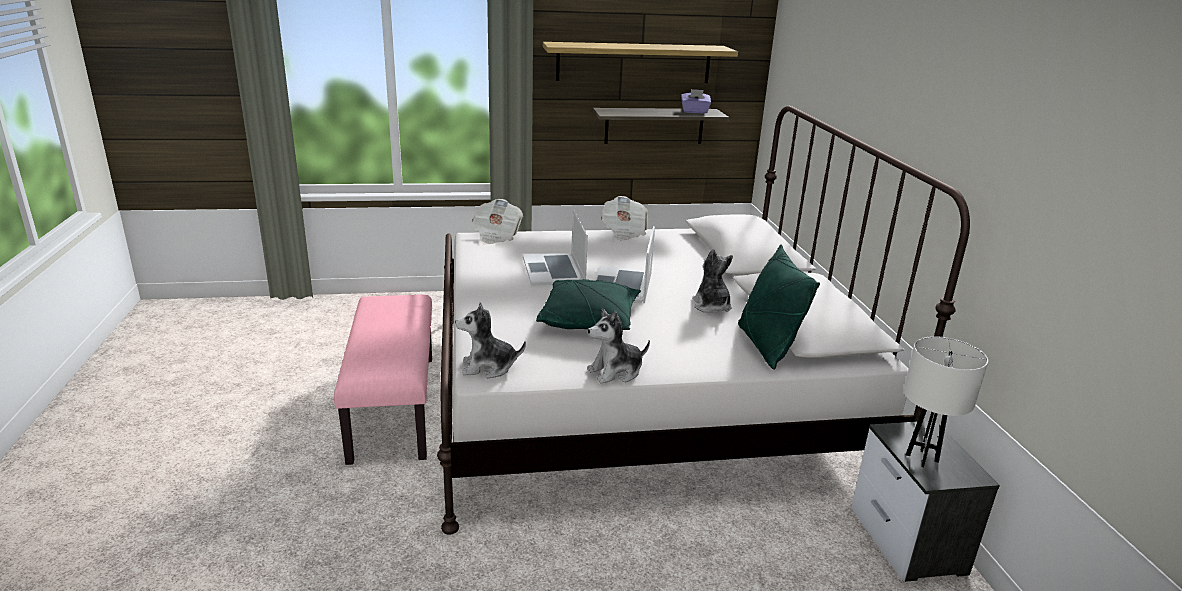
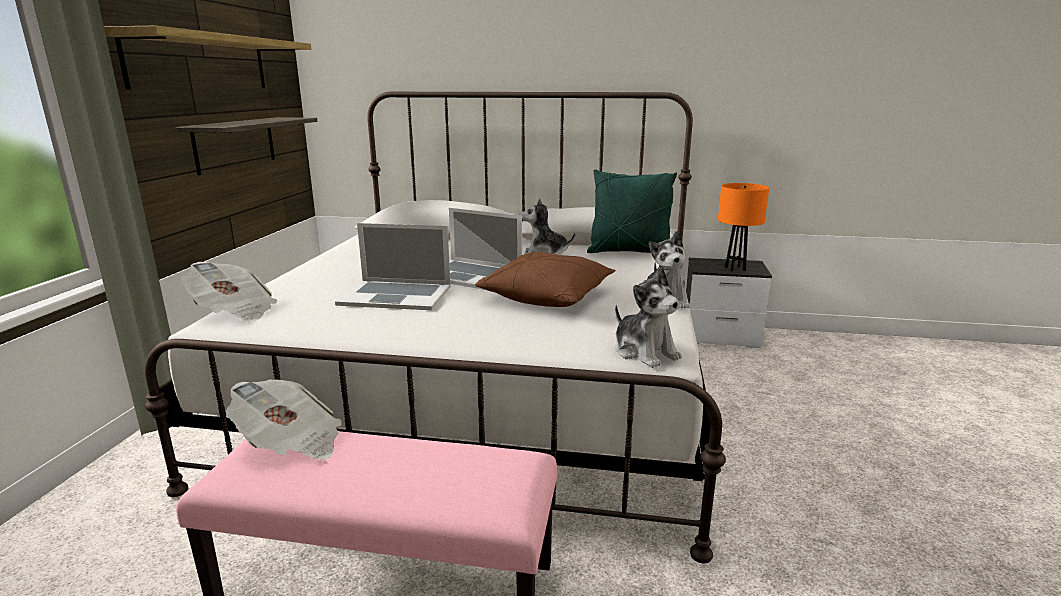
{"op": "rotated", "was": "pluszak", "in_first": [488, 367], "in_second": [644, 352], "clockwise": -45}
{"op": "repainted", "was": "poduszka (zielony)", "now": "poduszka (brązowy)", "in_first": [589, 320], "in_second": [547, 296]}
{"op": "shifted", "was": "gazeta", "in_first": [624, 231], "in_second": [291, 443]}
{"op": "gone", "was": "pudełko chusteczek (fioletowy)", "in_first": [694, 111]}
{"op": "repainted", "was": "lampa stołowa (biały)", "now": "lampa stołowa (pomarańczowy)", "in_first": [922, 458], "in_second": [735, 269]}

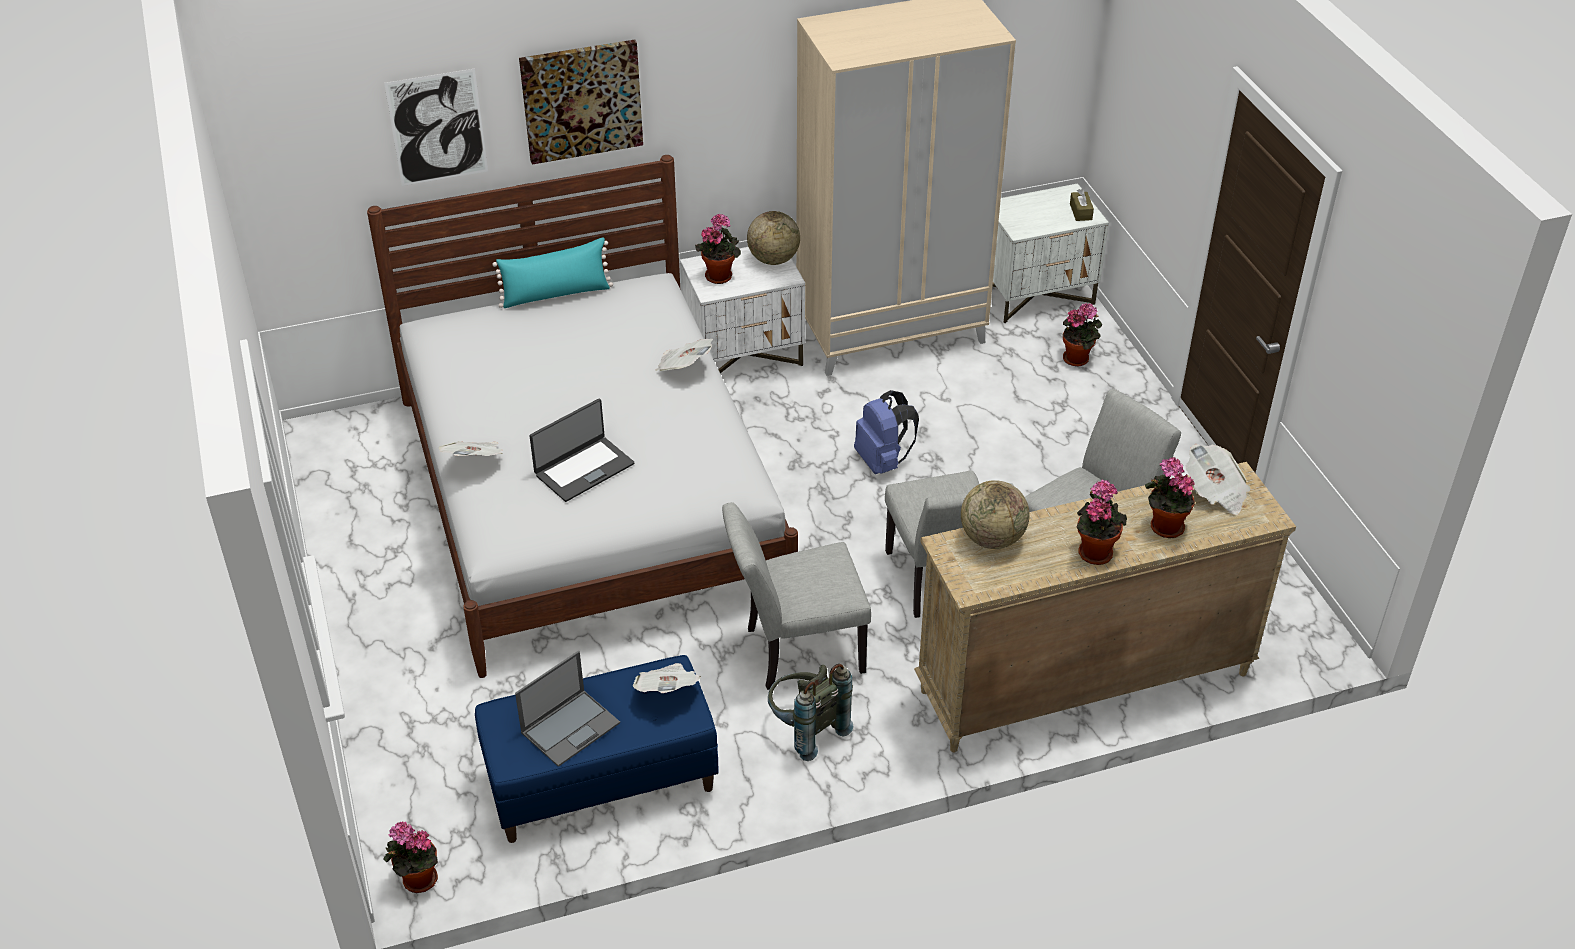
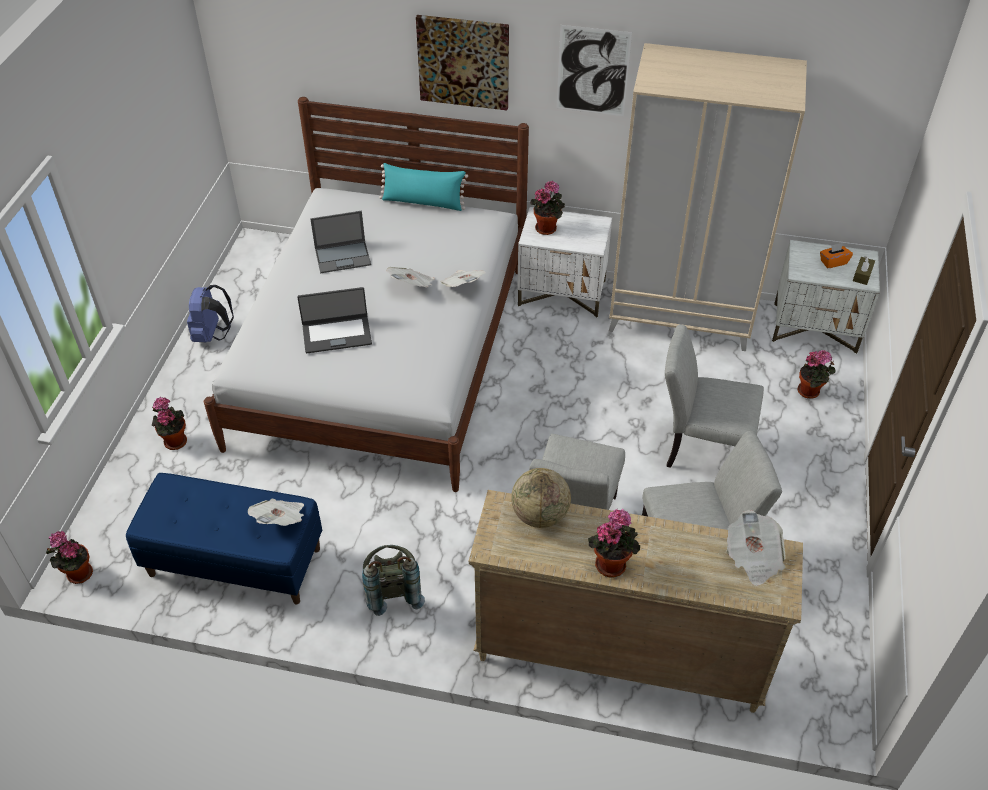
{"op": "shifted", "was": "obraz", "in_first": [437, 128], "in_second": [592, 71]}
{"op": "shifted", "was": "gazeta", "in_first": [475, 461], "in_second": [412, 286]}
{"op": "shifted", "was": "laptop", "in_first": [571, 727], "in_second": [343, 257]}
{"op": "shifted", "was": "krzesło (szary)", "in_first": [795, 651], "in_second": [700, 449]}
{"op": "gone", "was": "globus", "in_first": [773, 259]}
{"op": "shifted", "was": "plecak (niebieski)", "in_first": [883, 461], "in_second": [212, 335]}
{"op": "shifted", "was": "roślina doniczkowa", "in_first": [1163, 527], "in_second": [174, 440]}
{"op": "new", "now": "pudełko chusteczek (pomarańczowy)", "in_second": [833, 262]}

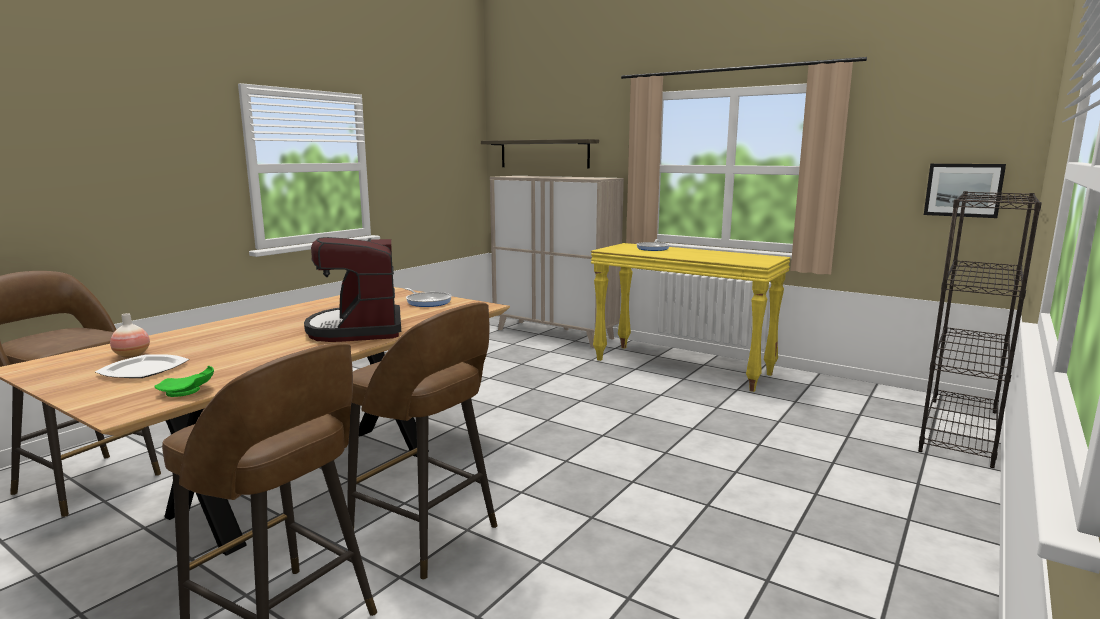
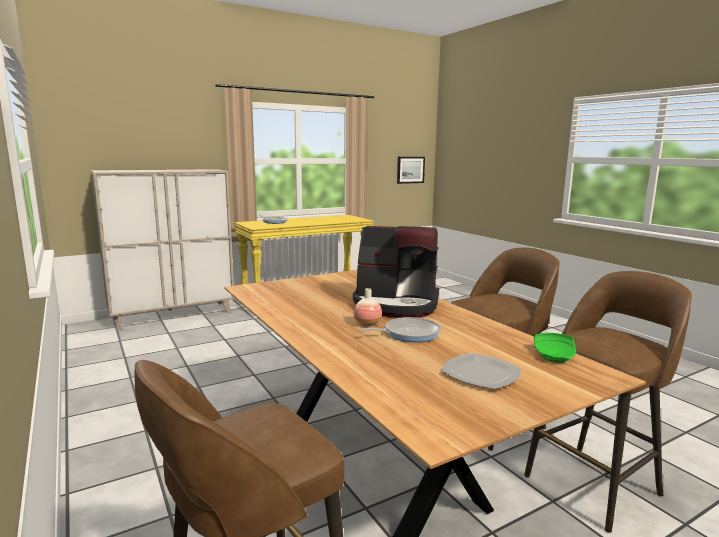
{"op": "shifted", "was": "wazon", "in_first": [132, 355], "in_second": [367, 324]}
{"op": "shifted", "was": "patelnia", "in_first": [427, 302], "in_second": [408, 333]}
{"op": "gone", "was": "półka", "in_first": [544, 154]}
{"op": "gone", "was": "regał (czarny)", "in_first": [960, 431]}

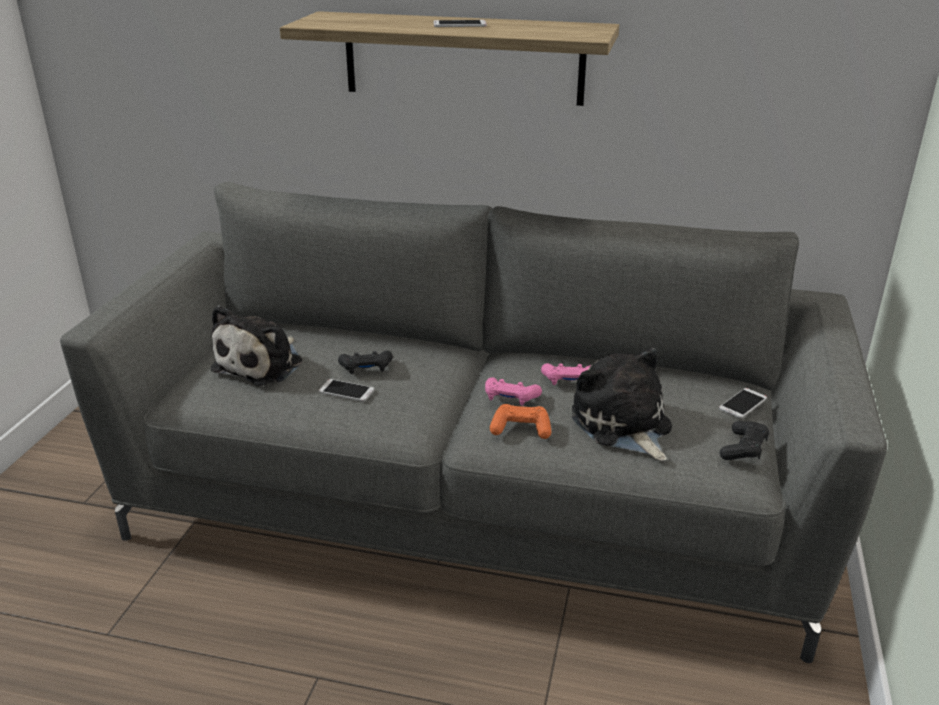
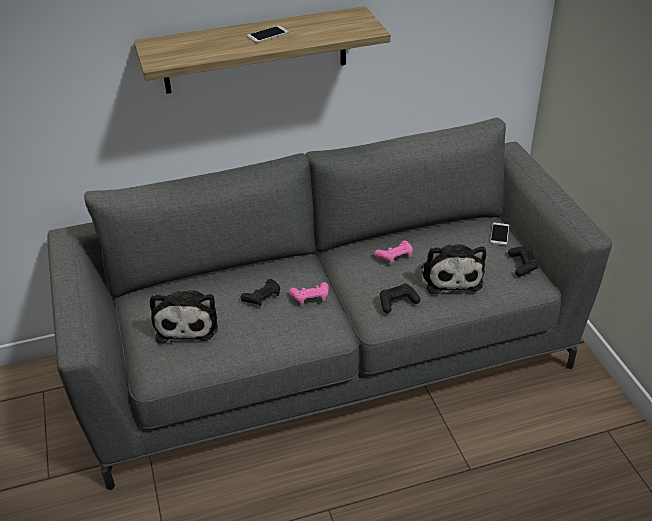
{"op": "gone", "was": "telefon", "in_first": [346, 391]}
{"op": "shifted", "was": "pad do gier (różowy)", "in_first": [510, 398], "in_second": [310, 297]}
{"op": "repainted", "was": "pad do gier (pomarańczowy)", "now": "pad do gier (czarny)", "in_first": [521, 429], "in_second": [397, 302]}
{"op": "rotated", "was": "pluszak", "in_first": [623, 425], "in_second": [450, 275], "clockwise": -135}

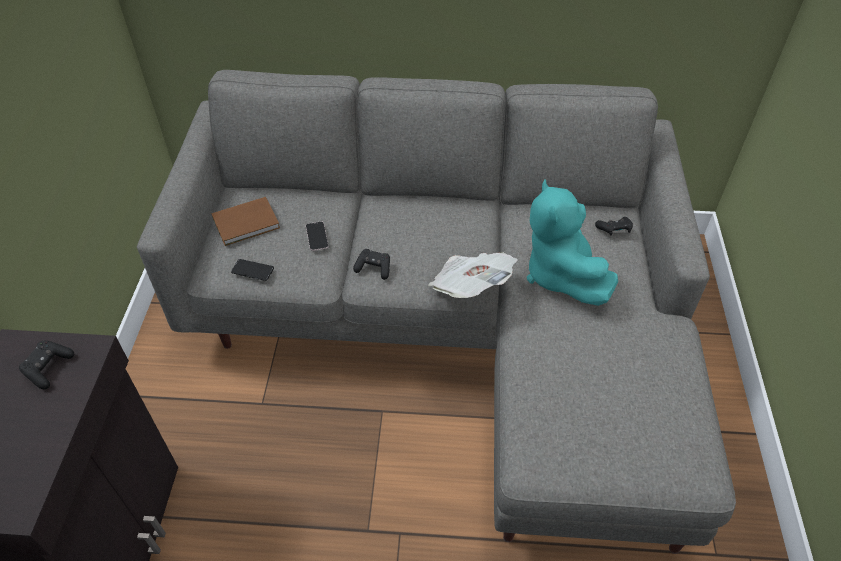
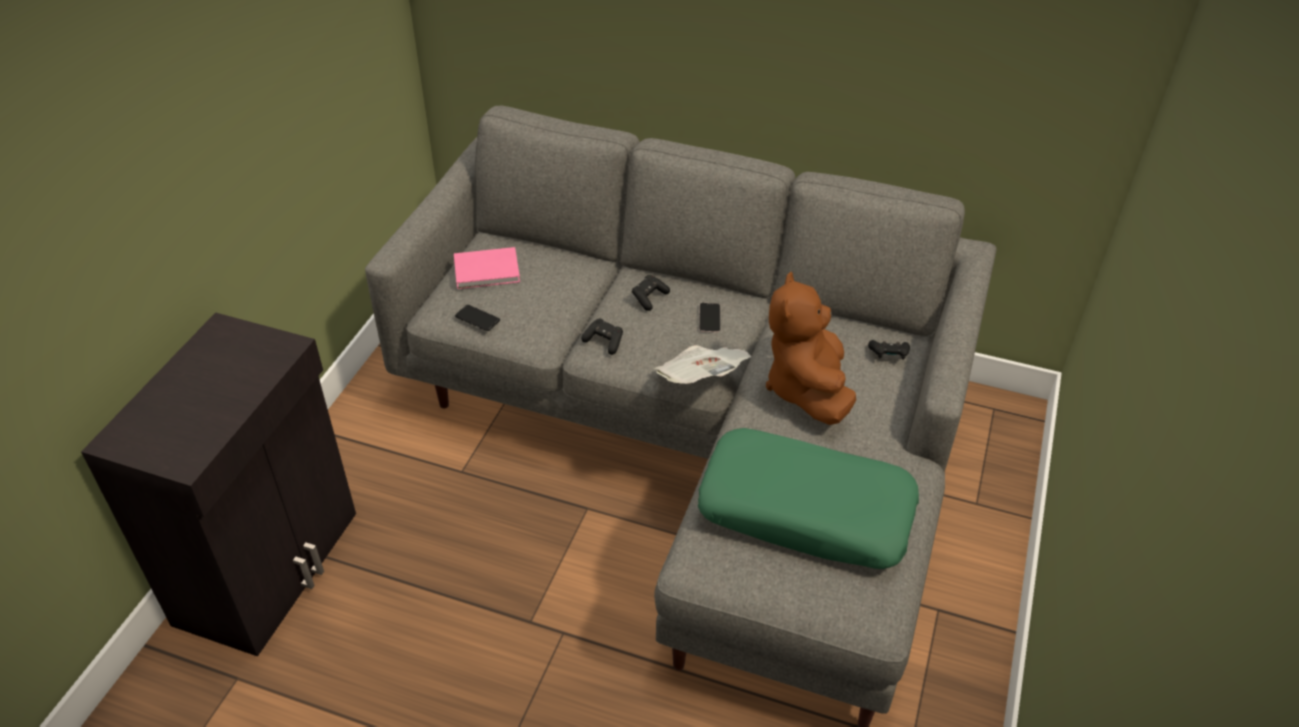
{"op": "shifted", "was": "pad do gier (czarny)", "in_first": [48, 368], "in_second": [649, 298]}
{"op": "repainted", "was": "książka (brązowy)", "now": "książka (różowy)", "in_first": [248, 223], "in_second": [488, 271]}
{"op": "shifted", "was": "telefon", "in_first": [317, 236], "in_second": [709, 318]}
{"op": "repainted", "was": "pluszak (turkusowy)", "now": "pluszak (brązowy)", "in_first": [560, 275], "in_second": [806, 389]}
{"op": "new", "now": "poduszka (zielony)", "in_second": [806, 511]}

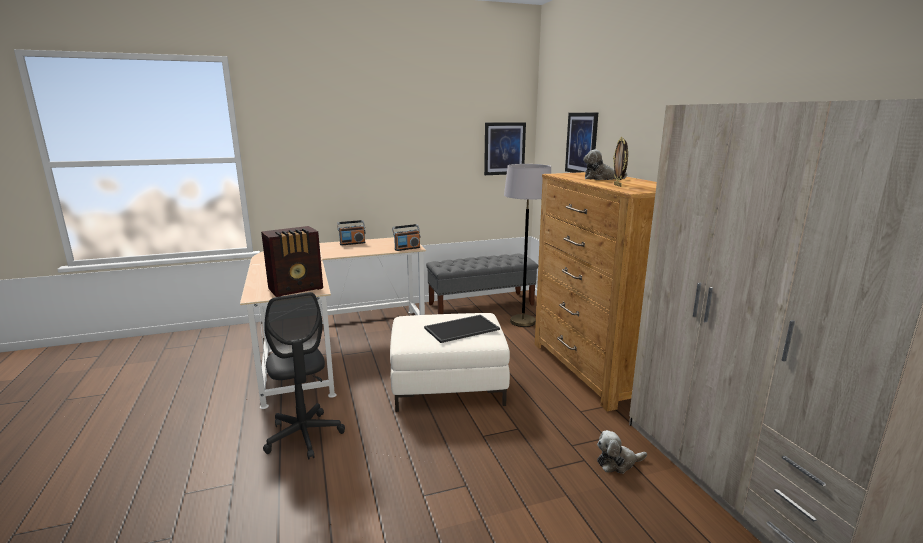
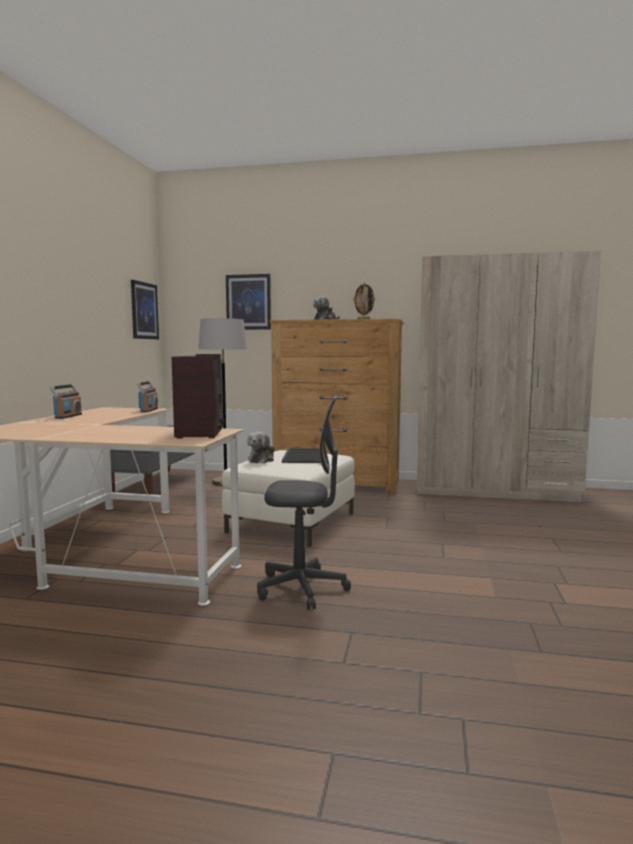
{"op": "shifted", "was": "pluszak", "in_first": [617, 462], "in_second": [262, 460]}

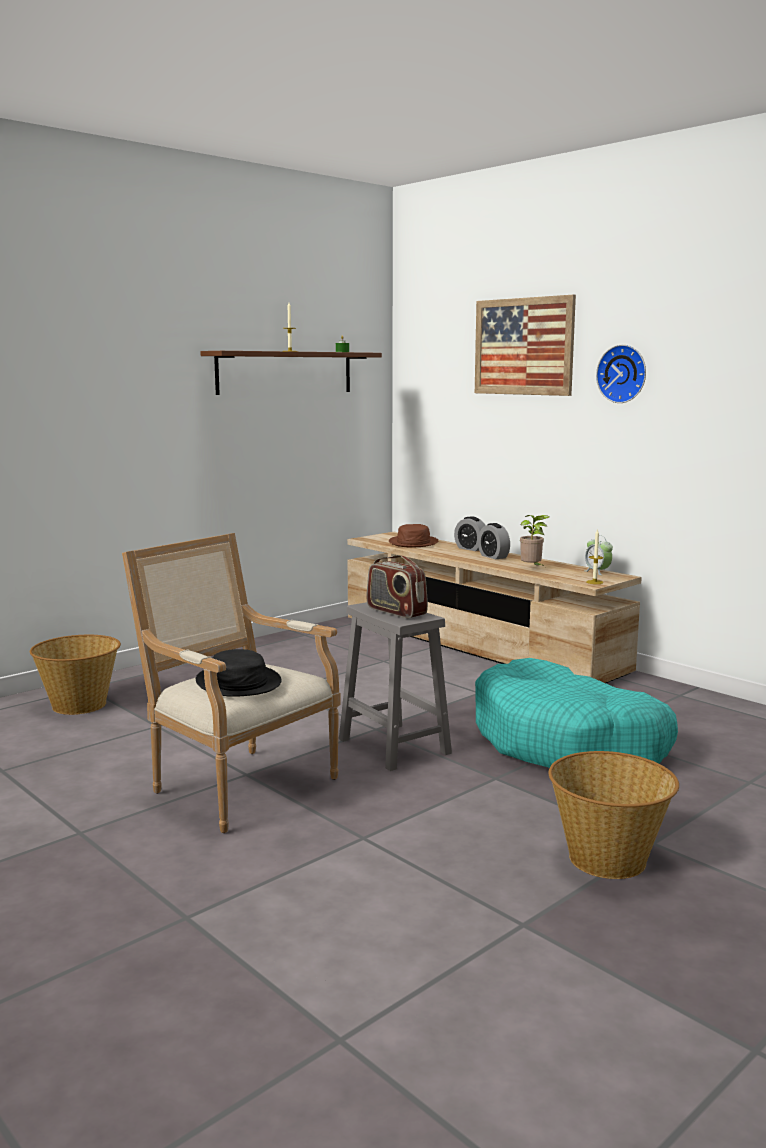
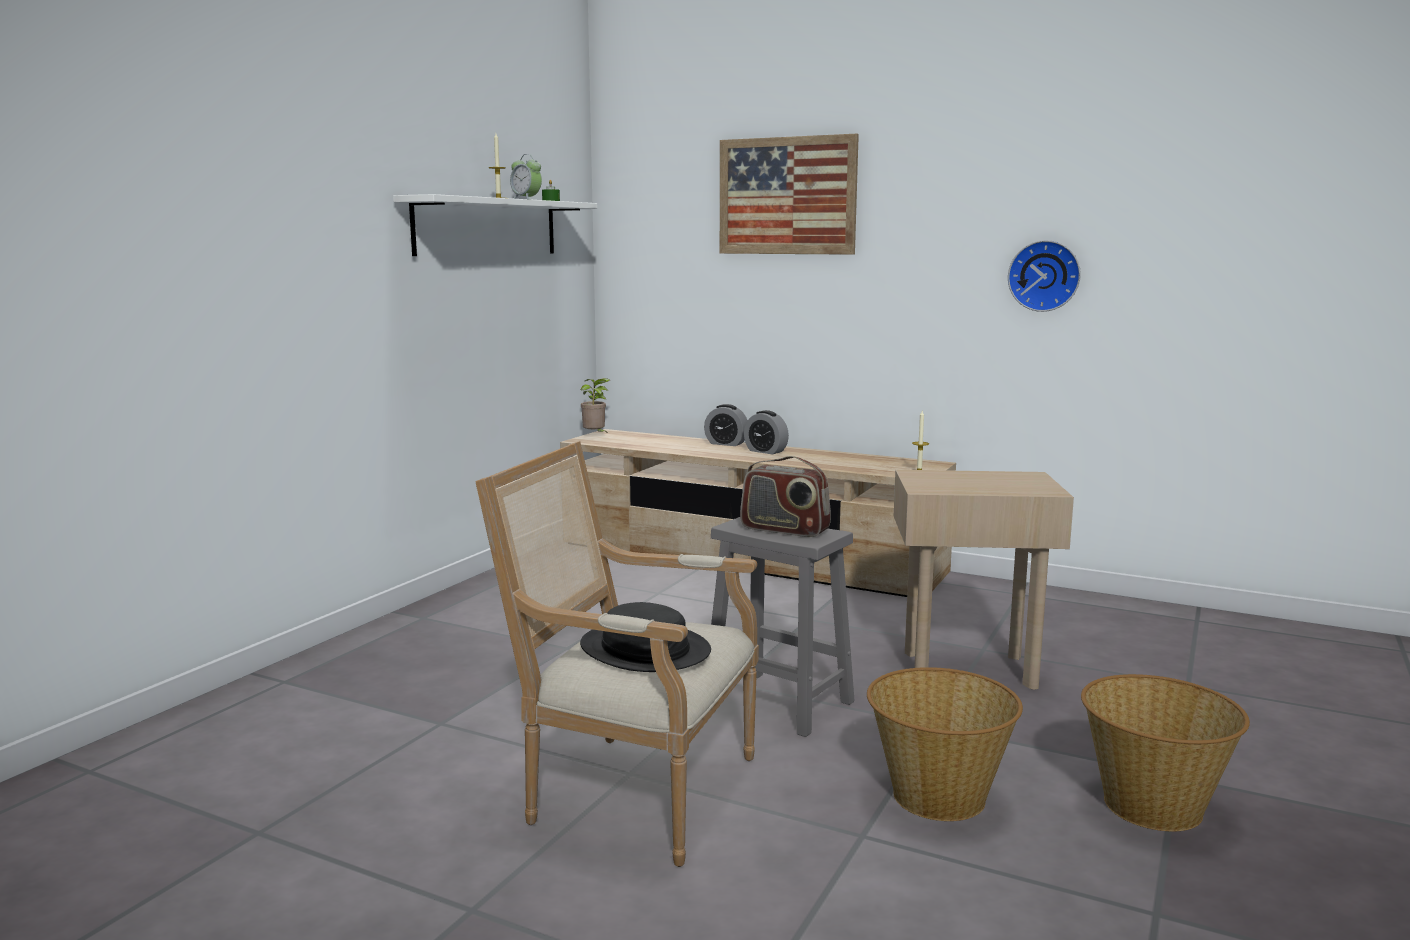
{"op": "shifted", "was": "koszyk", "in_first": [80, 705], "in_second": [938, 795]}
{"op": "repainted", "was": "półka (brązowy)", "now": "półka (biały)", "in_first": [285, 372], "in_second": [487, 227]}
{"op": "gone", "was": "kapelusz (brązowy)", "in_first": [413, 542]}
{"op": "swapped", "was": "legowisko (turkusowy)", "now": "stolik (beżowy)", "in_first": [568, 744], "in_second": [968, 668]}
{"op": "shifted", "was": "roślina doniczkowa", "in_first": [532, 568], "in_second": [595, 436]}
{"op": "shifted", "was": "budzik", "in_first": [597, 572], "in_second": [526, 199]}
{"op": "shifted", "was": "zegar ścienny", "in_first": [623, 374], "in_second": [1044, 276]}

